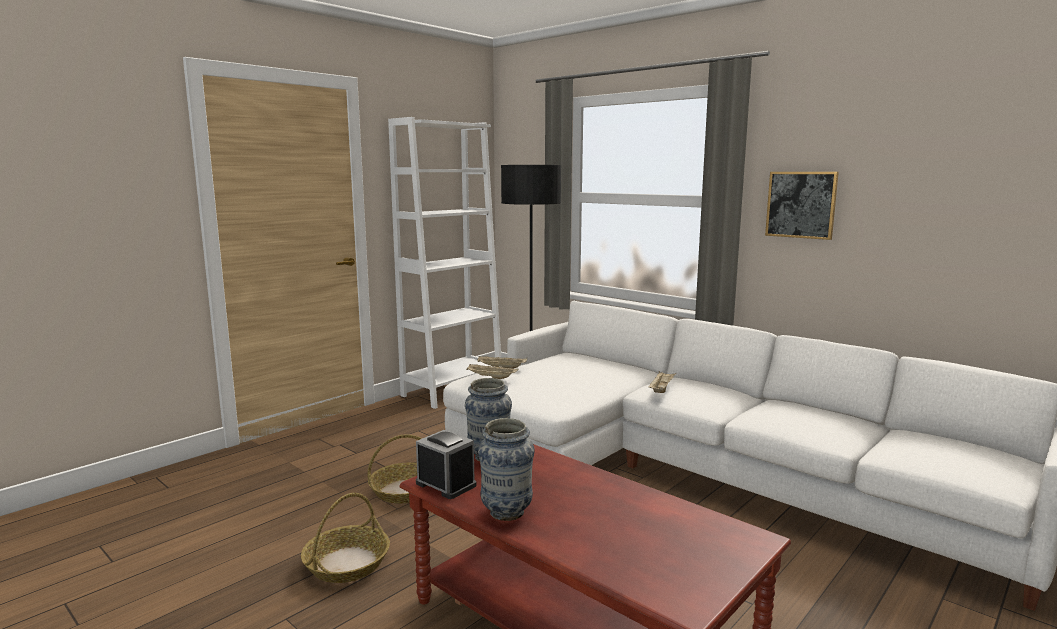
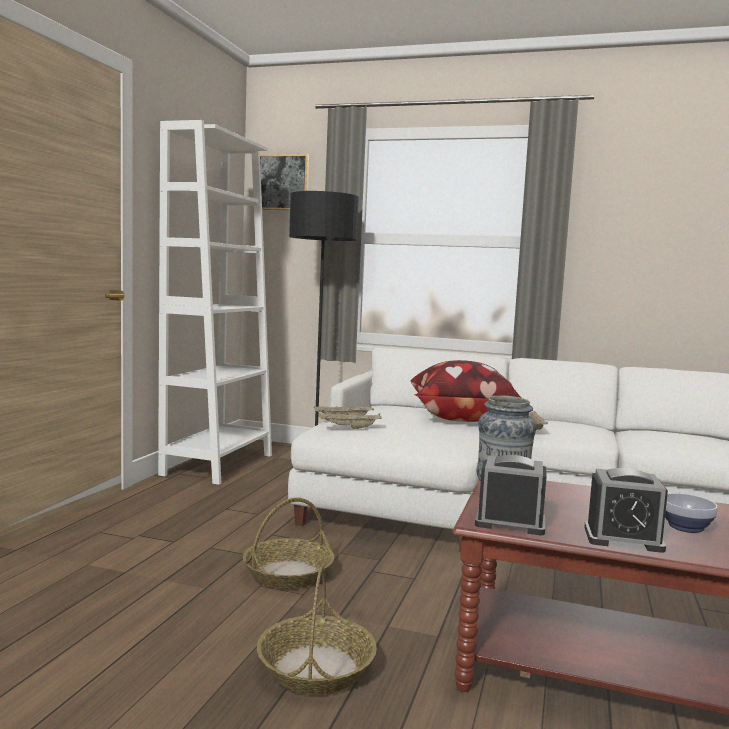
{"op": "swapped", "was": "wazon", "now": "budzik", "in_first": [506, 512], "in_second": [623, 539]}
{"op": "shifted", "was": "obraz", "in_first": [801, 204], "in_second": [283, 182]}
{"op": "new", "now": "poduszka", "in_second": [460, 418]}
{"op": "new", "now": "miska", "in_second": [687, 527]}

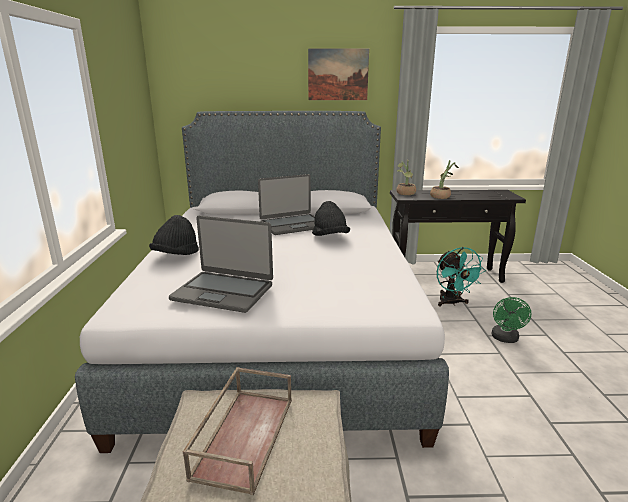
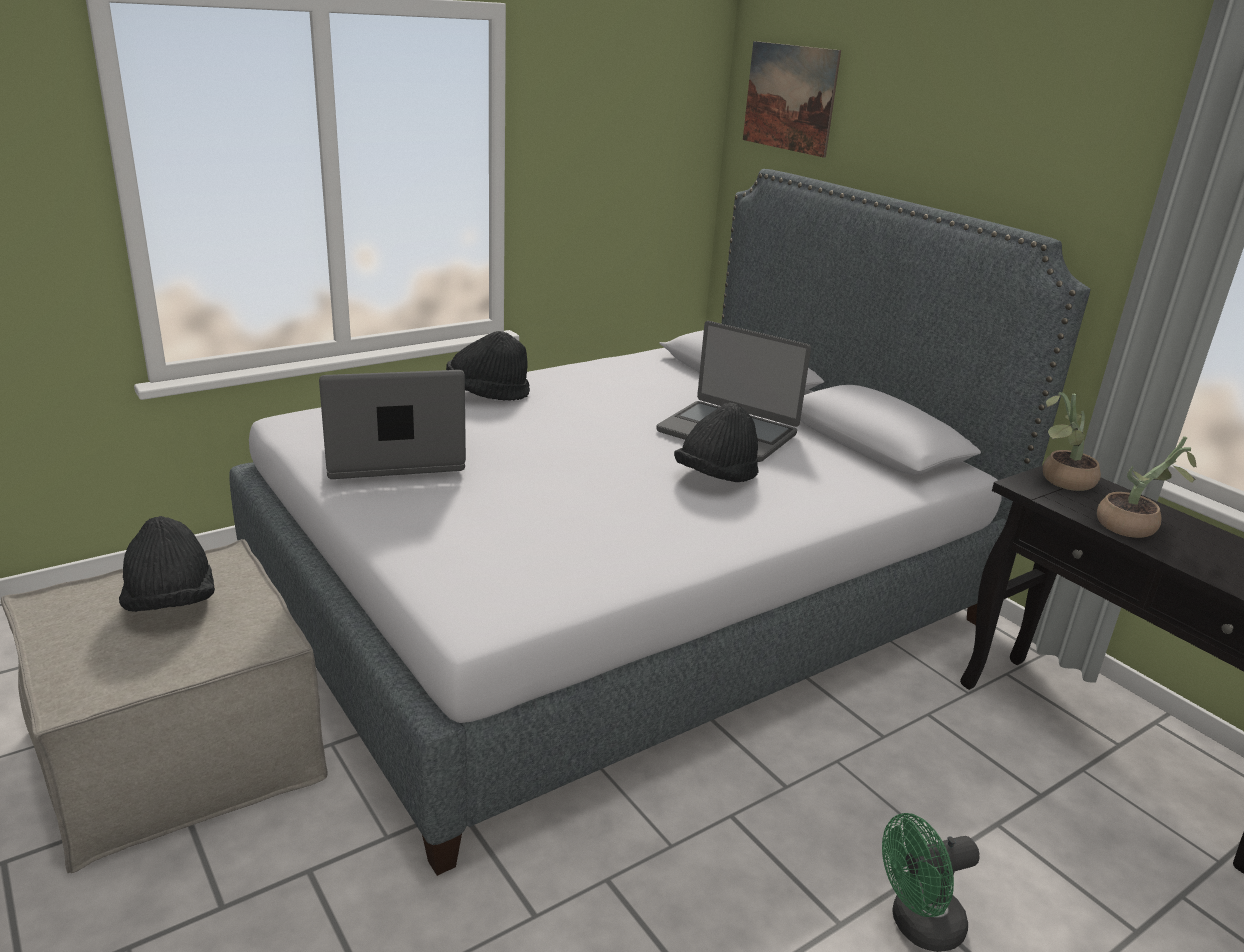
{"op": "rotated", "was": "laptop", "in_first": [223, 292], "in_second": [394, 457], "clockwise": 90}
{"op": "swapped", "was": "taca (brązowy)", "now": "kapelusz (czarny)", "in_first": [244, 435], "in_second": [171, 604]}
{"op": "shifted", "was": "obraz", "in_first": [338, 74], "in_second": [789, 98]}
{"op": "gone", "was": "wentylator (turkusowy)", "in_first": [452, 303]}

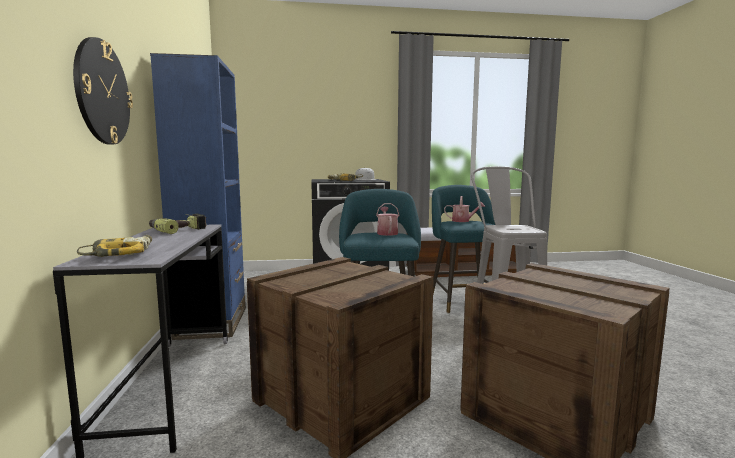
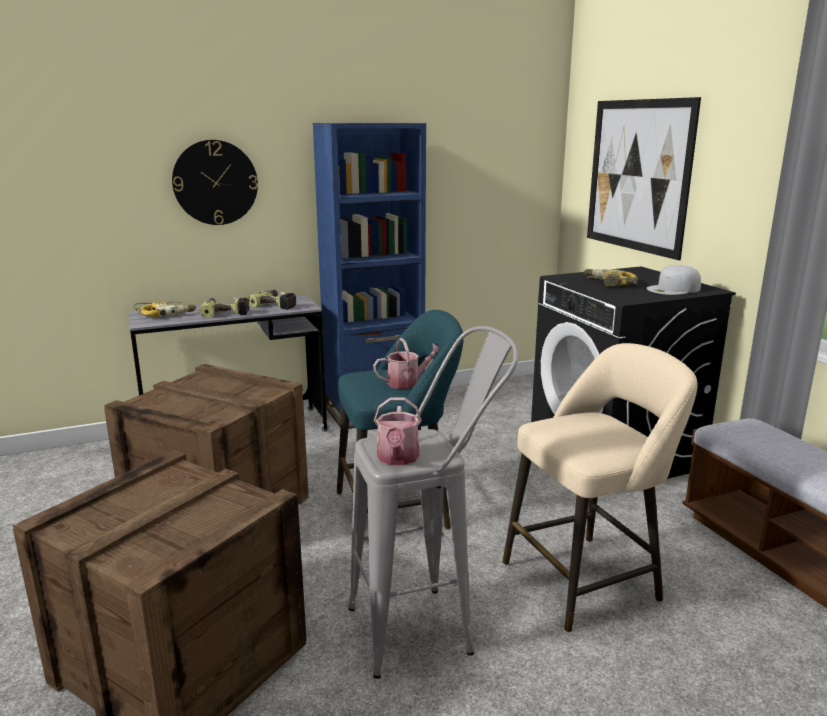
{"op": "repainted", "was": "stołek (turkusowy)", "now": "stołek (beżowy)", "in_first": [463, 301], "in_second": [587, 579]}
{"op": "shifted", "was": "konewka", "in_first": [463, 221], "in_second": [397, 459]}
{"op": "new", "now": "wiertarka", "in_second": [226, 312]}
{"op": "new", "now": "obraz", "in_second": [637, 176]}

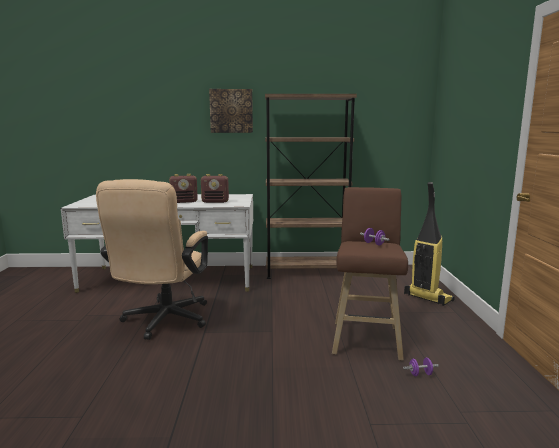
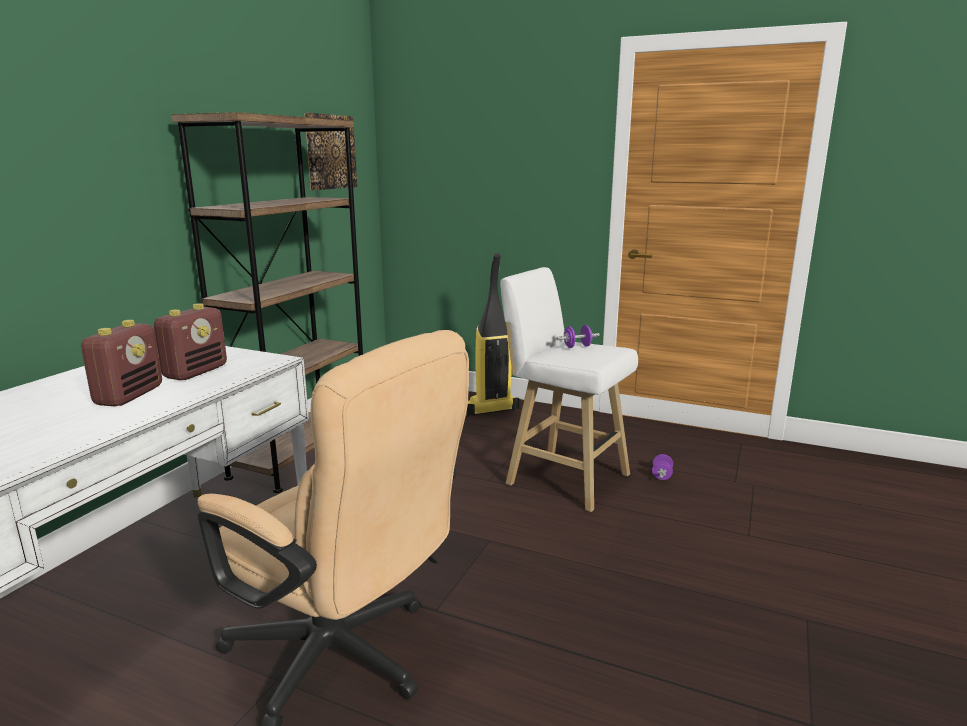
{"op": "shifted", "was": "obraz", "in_first": [231, 111], "in_second": [329, 152]}
{"op": "repainted", "was": "stołek (brązowy)", "now": "stołek (biały)", "in_first": [366, 338], "in_second": [563, 478]}

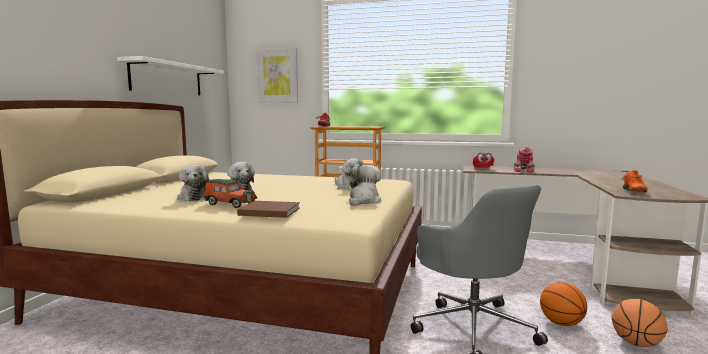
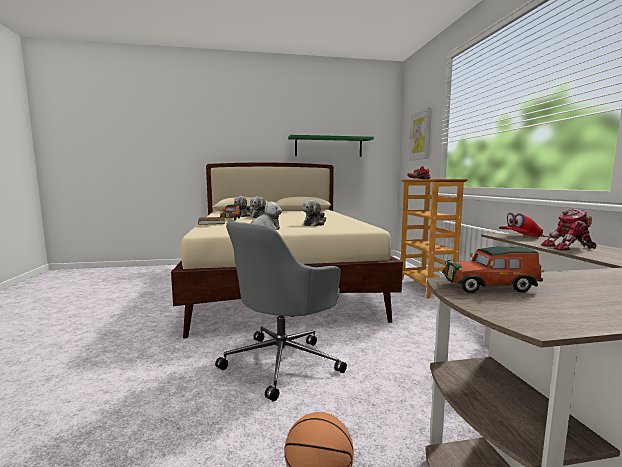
{"op": "repainted", "was": "półka (biały)", "now": "półka (zielony)", "in_first": [167, 79], "in_second": [328, 147]}
{"op": "gone", "was": "piłka do koszykówki", "in_first": [561, 323]}
{"op": "swapped", "was": "but (pomarańczowy)", "now": "samochodzik", "in_first": [632, 191], "in_second": [491, 287]}

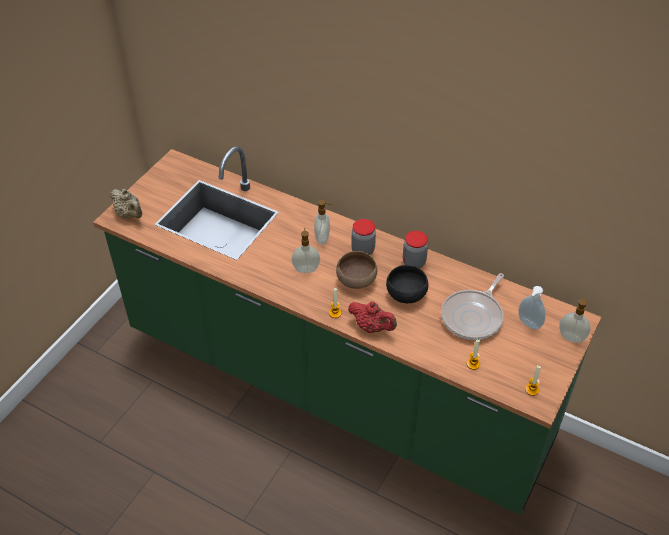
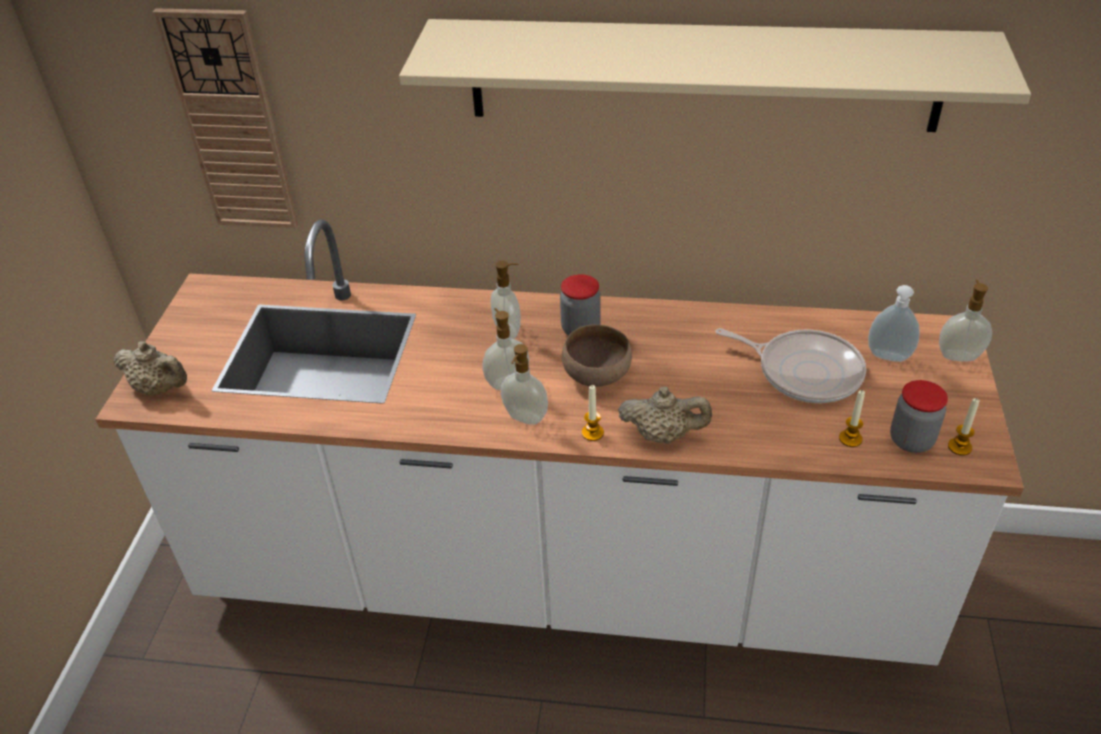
{"op": "repainted", "was": "zabudowa kuchenna (zielony)", "now": "zabudowa kuchenna (biały)", "in_first": [334, 387], "in_second": [560, 579]}
{"op": "repainted", "was": "imbryk (czerwony)", "now": "imbryk (beżowy)", "in_first": [372, 327], "in_second": [663, 435]}
{"op": "gone", "was": "miska (czarny)", "in_first": [406, 293]}
{"op": "shifted", "was": "słoik", "in_first": [414, 262], "in_second": [911, 440]}
{"op": "rotated", "was": "patelnia", "in_first": [473, 316], "in_second": [804, 371], "clockwise": -75}
{"op": "new", "now": "zegar ścienny", "in_second": [232, 124]}
{"op": "new", "now": "półka (beżowy)", "in_second": [702, 75]}
{"op": "new", "now": "dozownik mydła", "in_second": [524, 418]}

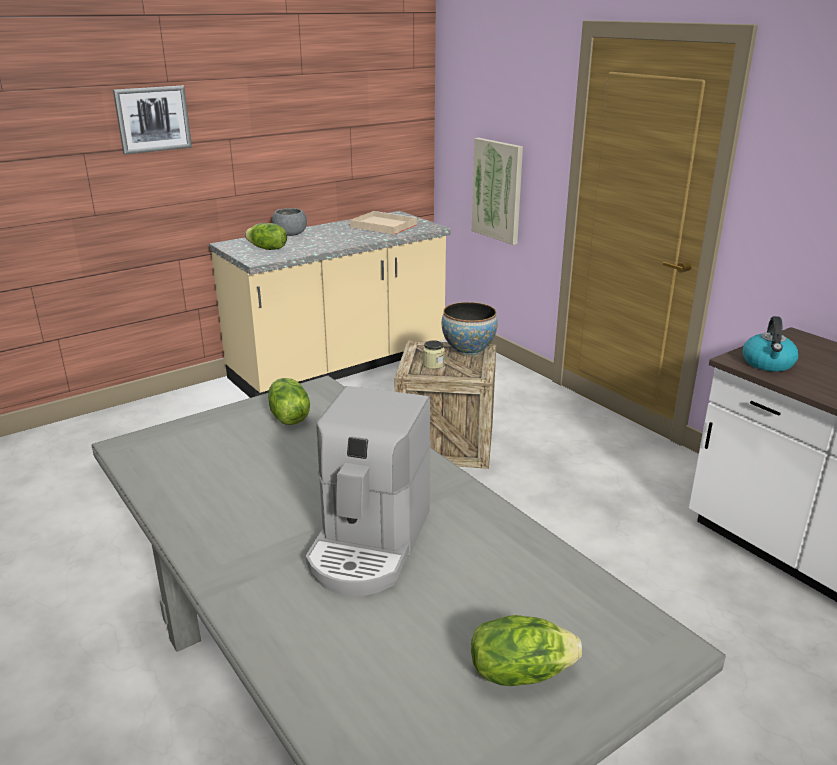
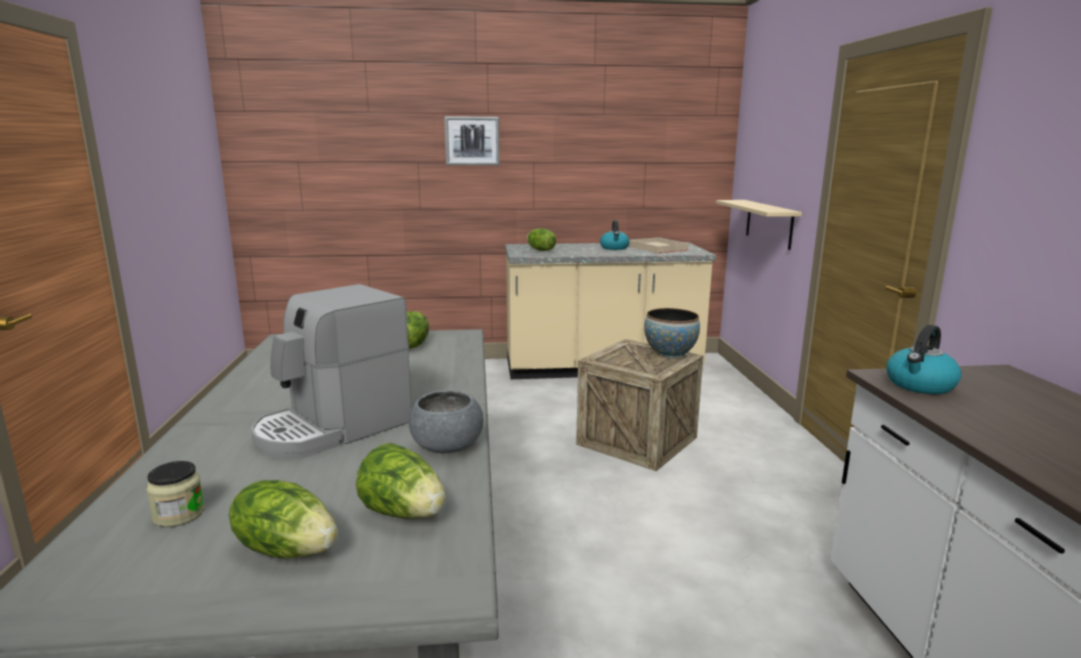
{"op": "shifted", "was": "miska (szary)", "in_first": [290, 234], "in_second": [446, 446]}
{"op": "shifted", "was": "słoik", "in_first": [433, 364], "in_second": [179, 514]}
{"op": "swapped", "was": "obraz", "now": "półka (beżowy)", "in_first": [498, 190], "in_second": [769, 223]}
{"op": "new", "now": "sałata", "in_second": [404, 513]}
{"op": "new", "now": "czajnik", "in_second": [614, 248]}

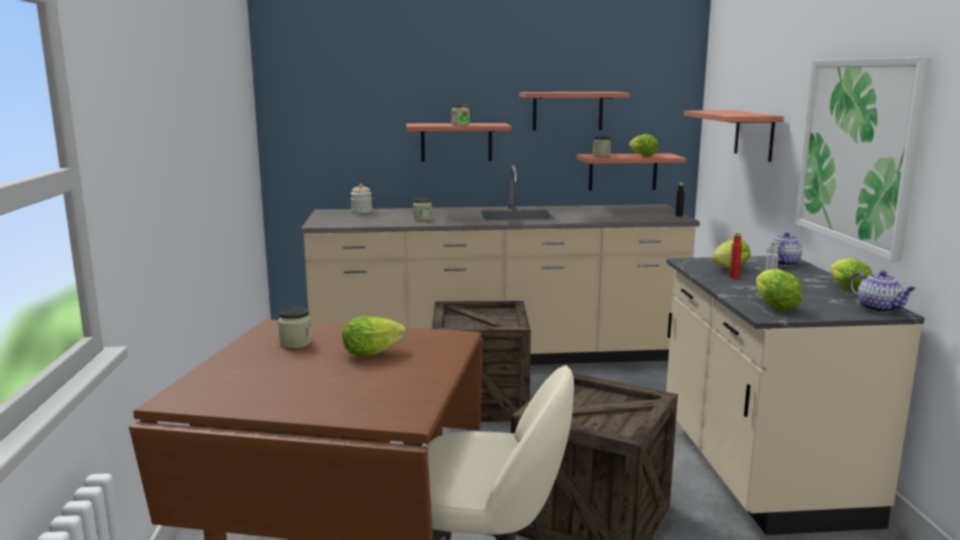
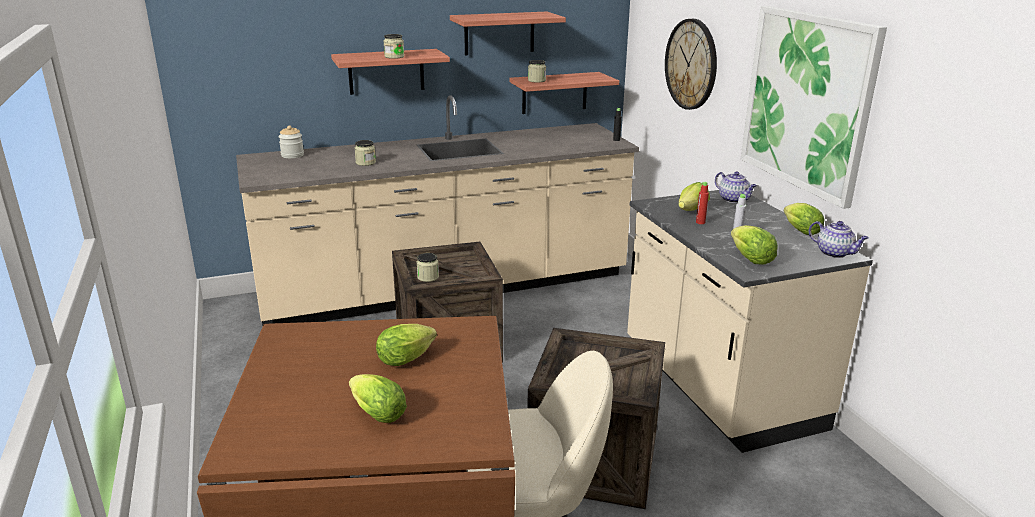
{"op": "shifted", "was": "słoik", "in_first": [295, 343], "in_second": [428, 277]}
{"op": "shifted", "was": "sałata", "in_first": [641, 155], "in_second": [375, 413]}
{"op": "swapped", "was": "półka", "now": "zegar ścienny", "in_first": [754, 135], "in_second": [691, 64]}
{"op": "rotated", "was": "imbryk", "in_first": [783, 263], "in_second": [733, 199], "clockwise": 120}

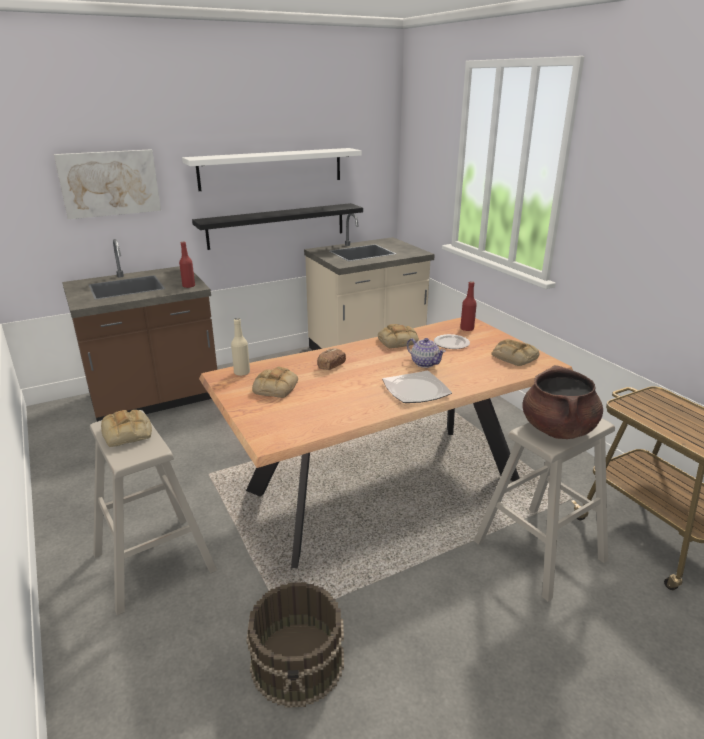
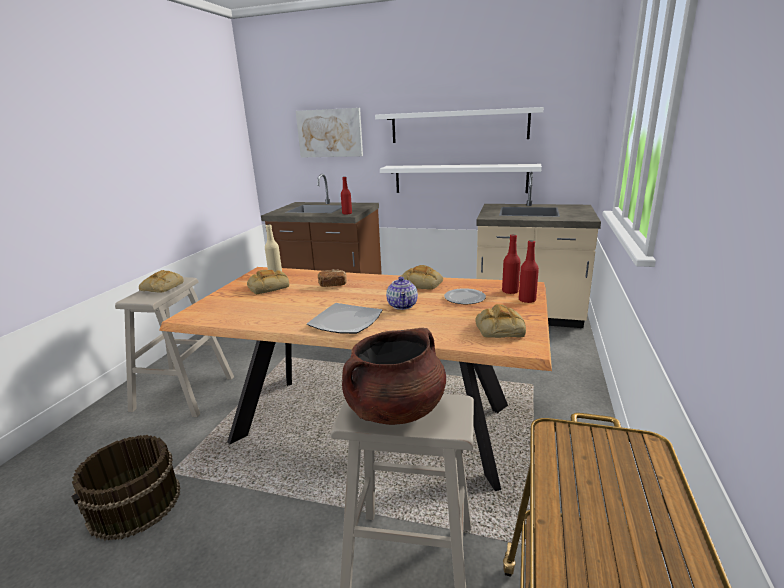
{"op": "repainted", "was": "półka (czarny)", "now": "półka (biały)", "in_first": [277, 226], "in_second": [460, 178]}
{"op": "new", "now": "butelka (czerwony)", "in_second": [527, 300]}

